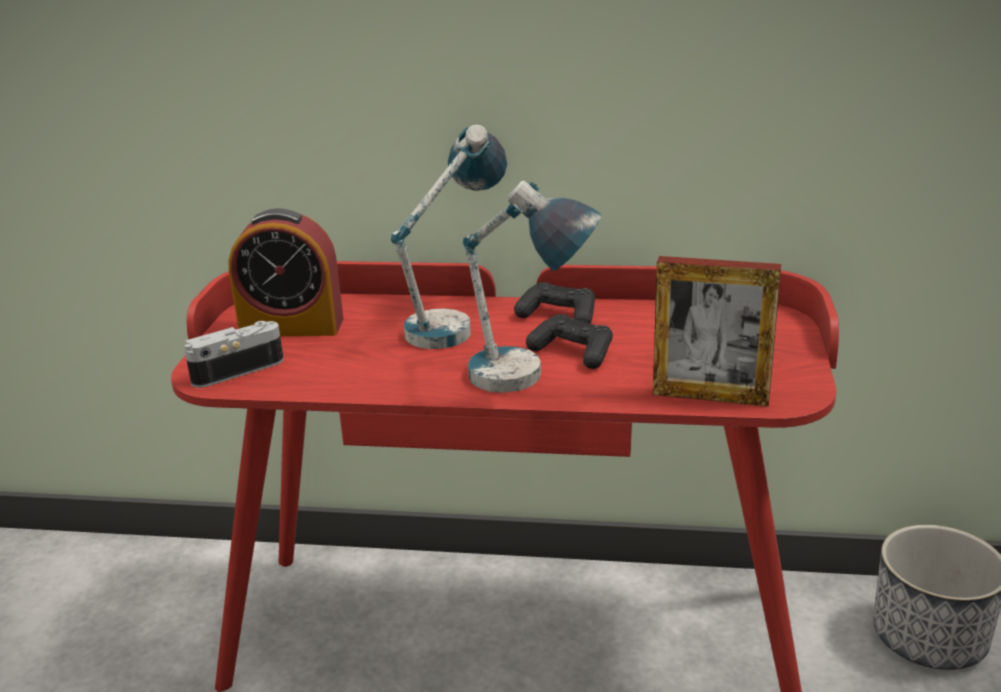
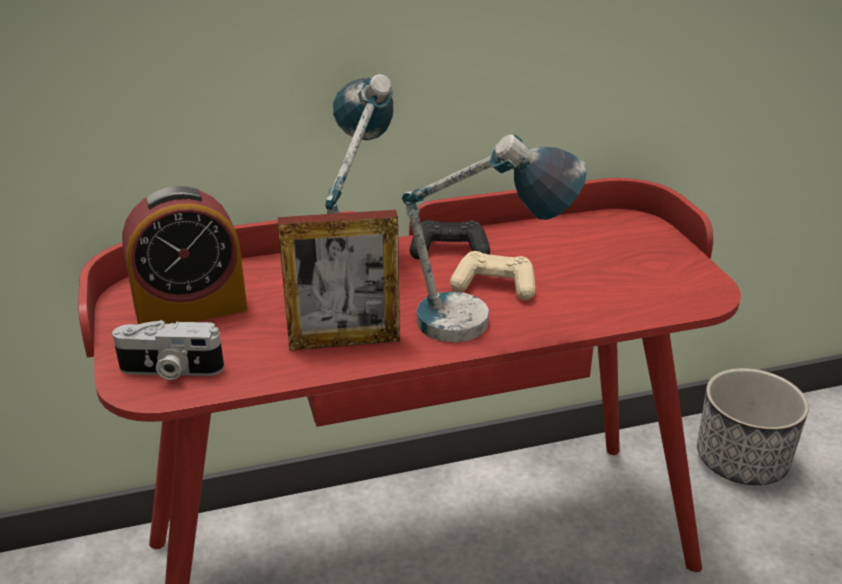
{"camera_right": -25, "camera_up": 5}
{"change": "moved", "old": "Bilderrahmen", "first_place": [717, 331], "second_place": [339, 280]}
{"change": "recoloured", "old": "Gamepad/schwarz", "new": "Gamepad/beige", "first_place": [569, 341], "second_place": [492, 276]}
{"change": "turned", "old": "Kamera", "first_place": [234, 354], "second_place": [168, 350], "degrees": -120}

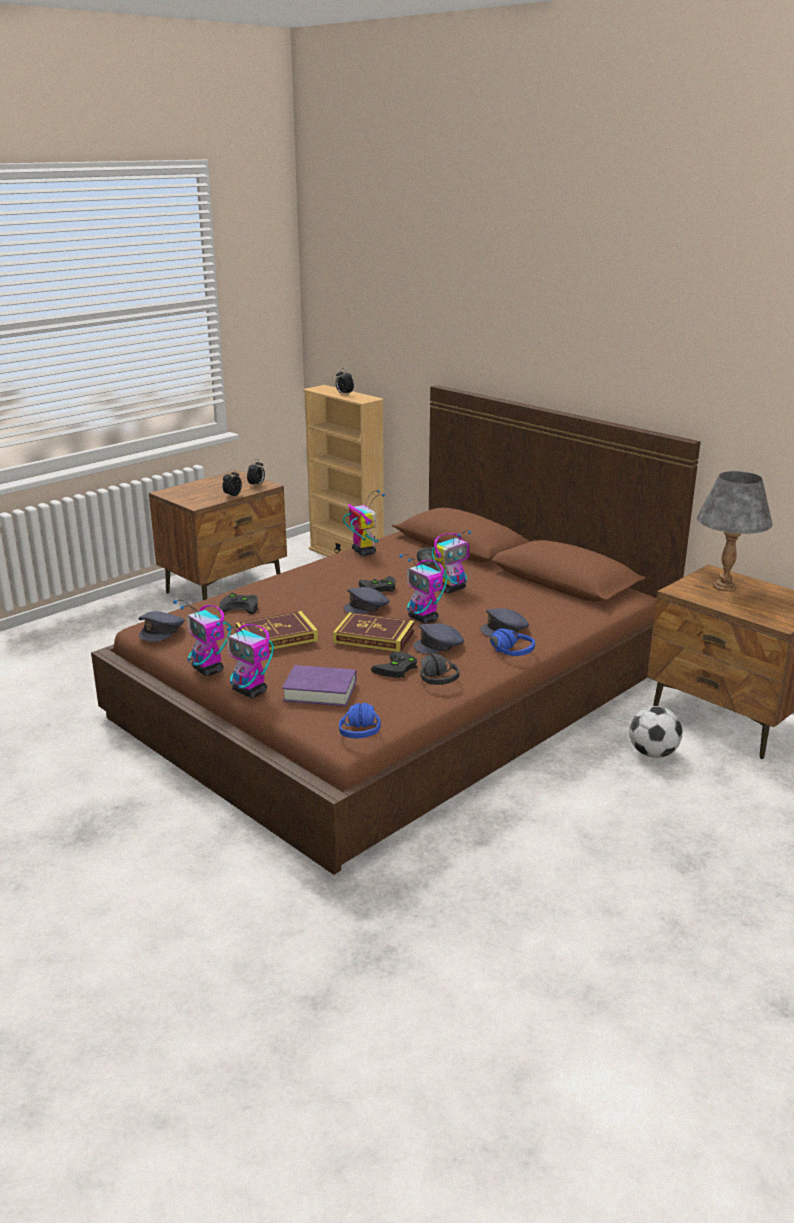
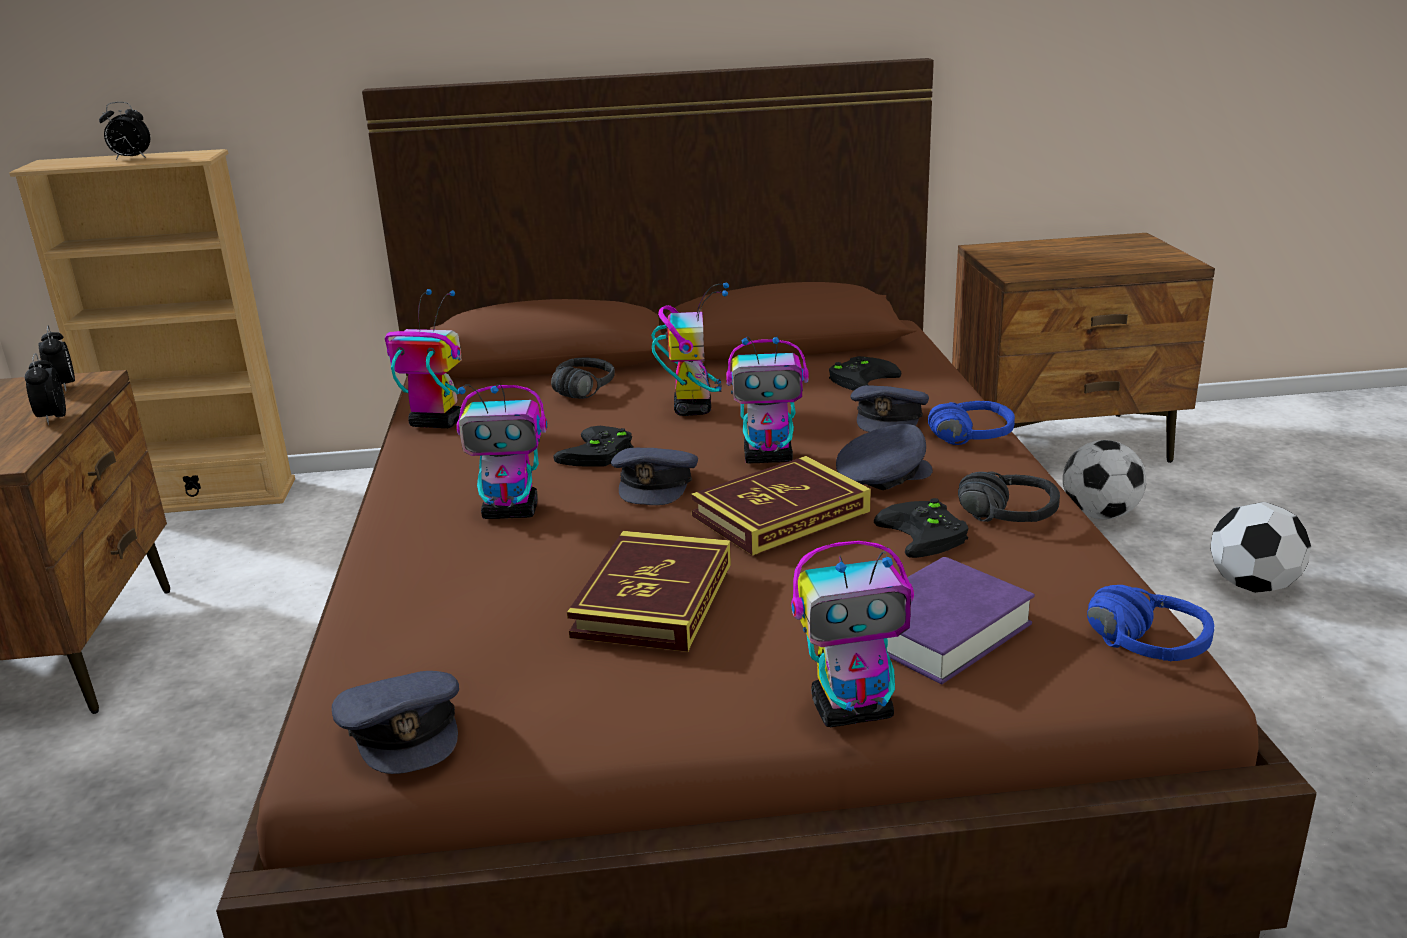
{"camera_right": -50, "camera_up": 0}
{"change": "removed", "old": "Tischlampe/grau", "first_place": [734, 531]}
{"change": "added", "new": "Fußball", "second_place": [1260, 547]}
{"change": "moved", "old": "Spielzeugroboter", "first_place": [202, 638], "second_place": [501, 451]}
{"change": "moved", "old": "Gamepad/schwarz", "first_place": [238, 603], "second_place": [865, 373]}
{"change": "turned", "old": "Kappe/grau", "first_place": [438, 638], "second_place": [884, 457], "degrees": -135}

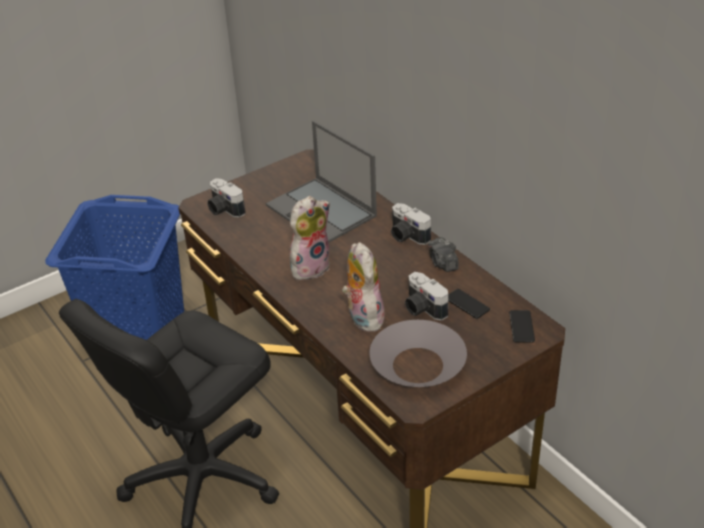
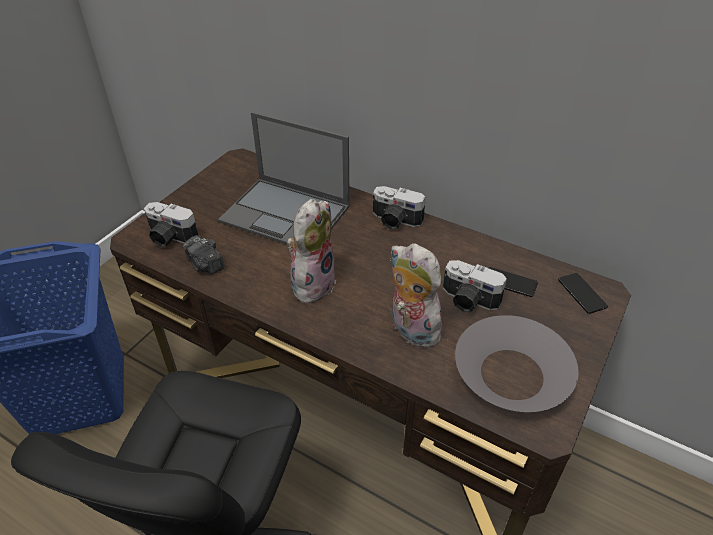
{"camera_right": -25, "camera_up": 5}
{"change": "moved", "old": "Kamera", "first_place": [443, 254], "second_place": [203, 254]}

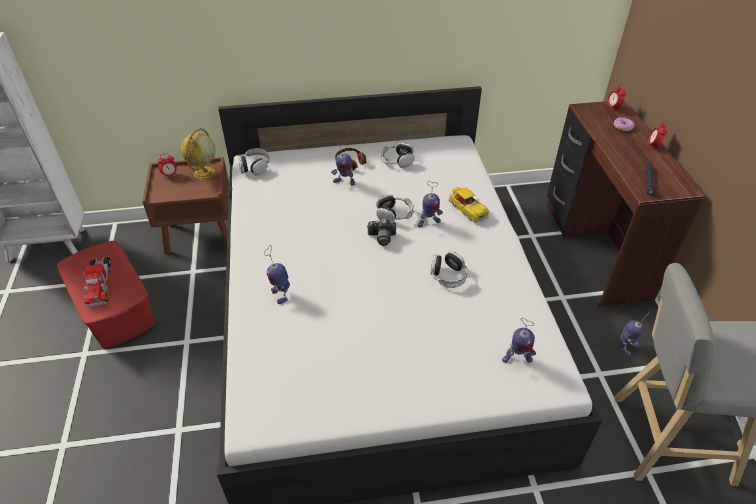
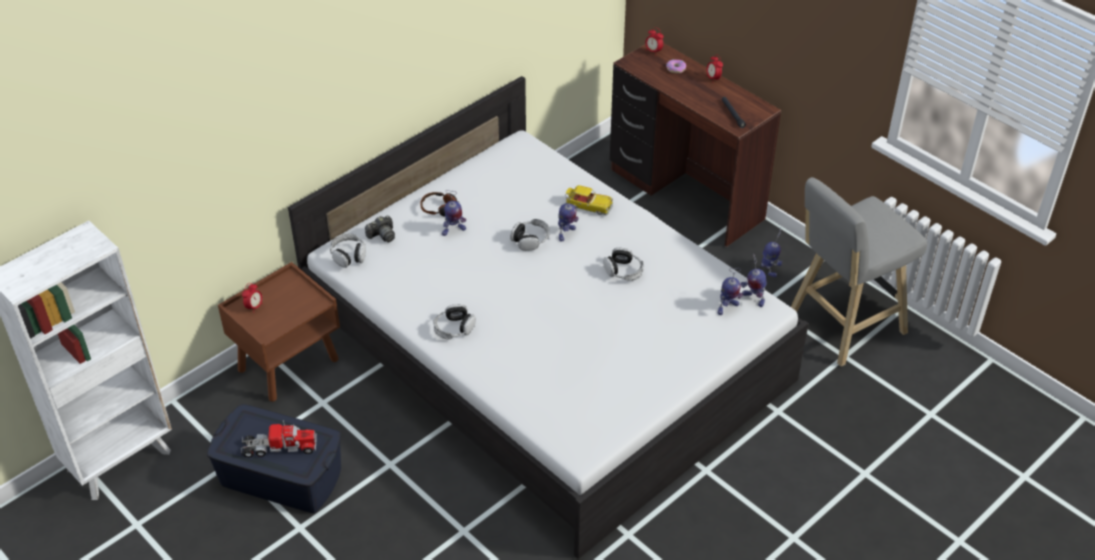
{"camera_right": -35, "camera_up": 0}
{"change": "removed", "old": "Globus", "first_place": [198, 154]}
{"change": "moved", "old": "Spielzeugroboter", "first_place": [277, 274], "second_place": [753, 280]}
{"change": "moved", "old": "Kamera", "first_place": [381, 232], "second_place": [380, 229]}
{"change": "moved", "old": "Kopfhörer", "first_place": [397, 155], "second_place": [455, 321]}
{"change": "recoloured", "old": "Aufbewahrungsbox/rot", "new": "Aufbewahrungsbox/blau", "first_place": [106, 294], "second_place": [274, 458]}
{"change": "turned", "old": "Spielzeuglaster", "first_place": [96, 281], "second_place": [279, 439], "degrees": -45}

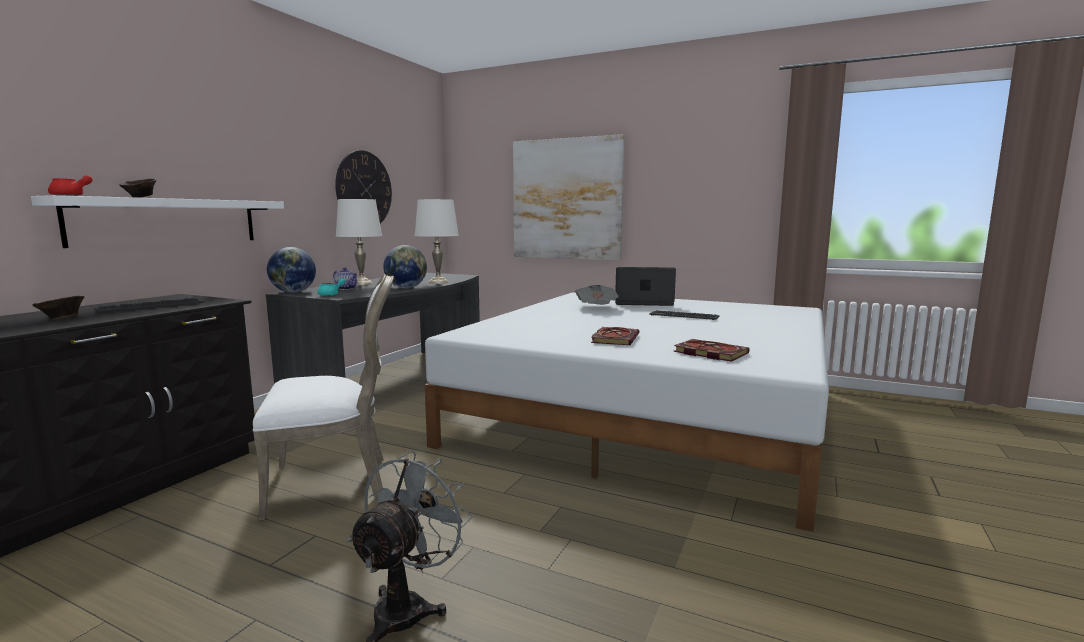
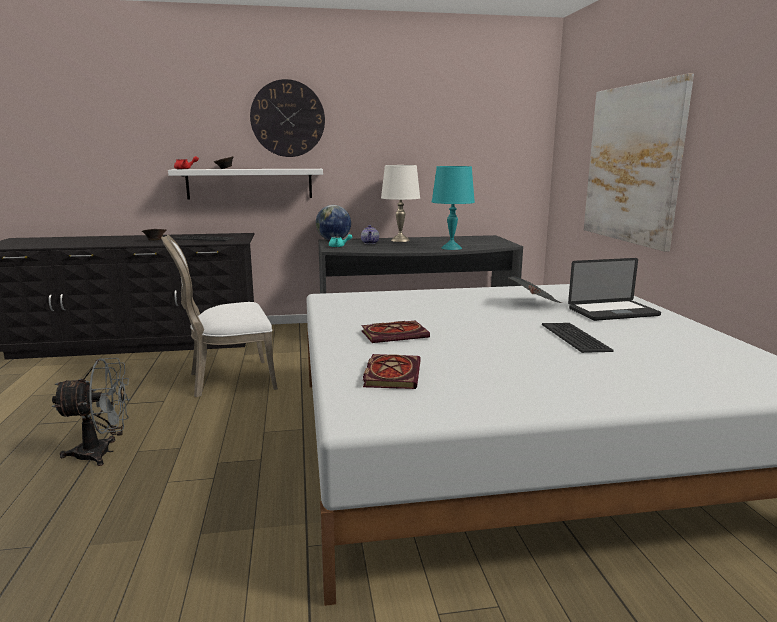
{"camera_right": 55, "camera_up": 5}
{"change": "removed", "old": "Globus", "first_place": [405, 266]}
{"change": "moved", "old": "Wanduhr", "first_place": [363, 186], "second_place": [287, 118]}
{"change": "recoloured", "old": "Tischlampe/weiß", "new": "Tischlampe/türkis", "first_place": [437, 241], "second_place": [453, 208]}
{"change": "turned", "old": "Stuhl/weiß", "first_place": [323, 397], "second_place": [219, 316], "degrees": 120}
{"change": "turned", "old": "Laptop", "first_place": [645, 286], "second_place": [614, 289], "degrees": 105}

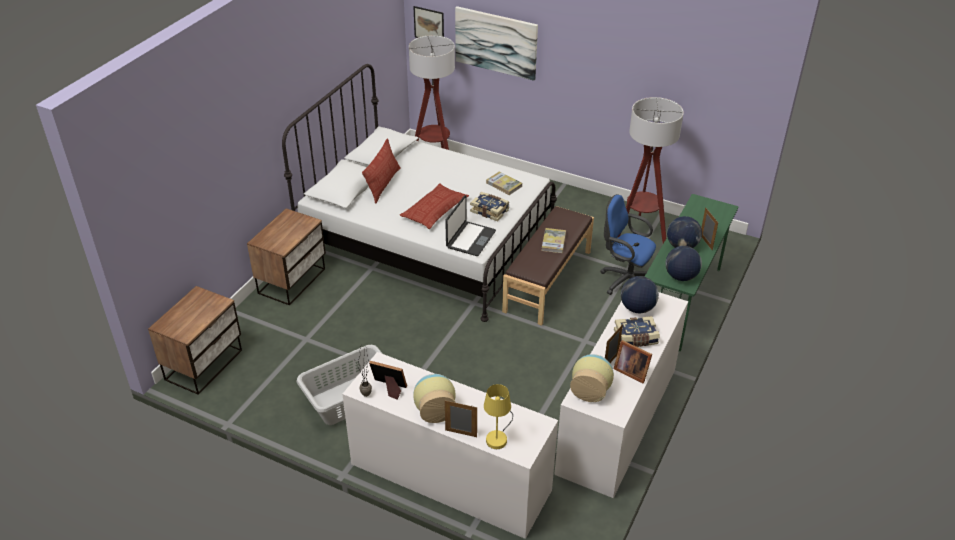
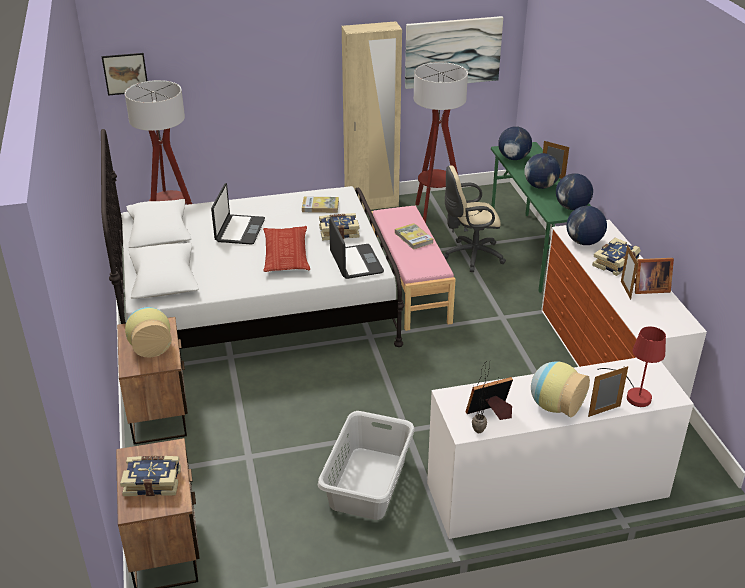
{"camera_right": -40, "camera_up": -5}
{"change": "removed", "old": "Kissen", "first_place": [381, 171]}
{"change": "added", "new": "Buch", "second_place": [150, 476]}
{"change": "added", "new": "Laptop", "second_place": [238, 214]}
{"change": "added", "new": "Kleiderschrank/beige", "second_place": [372, 115]}
{"change": "added", "new": "Globus", "second_place": [515, 143]}
{"change": "moved", "old": "Bild", "first_place": [496, 43], "second_place": [454, 52]}
{"change": "moved", "old": "Vase", "first_place": [592, 378], "second_place": [148, 332]}
{"change": "recoloured", "old": "Tischlampe/gelb", "new": "Tischlampe/rot", "first_place": [498, 416], "second_place": [631, 367]}
{"change": "recoloured", "old": "Bank/braun", "new": "Bank/rosa", "first_place": [548, 266], "second_place": [413, 268]}
{"change": "recoloured", "old": "Bürostuhl/blau", "new": "Bürostuhl/beige", "first_place": [628, 244], "second_place": [474, 218]}

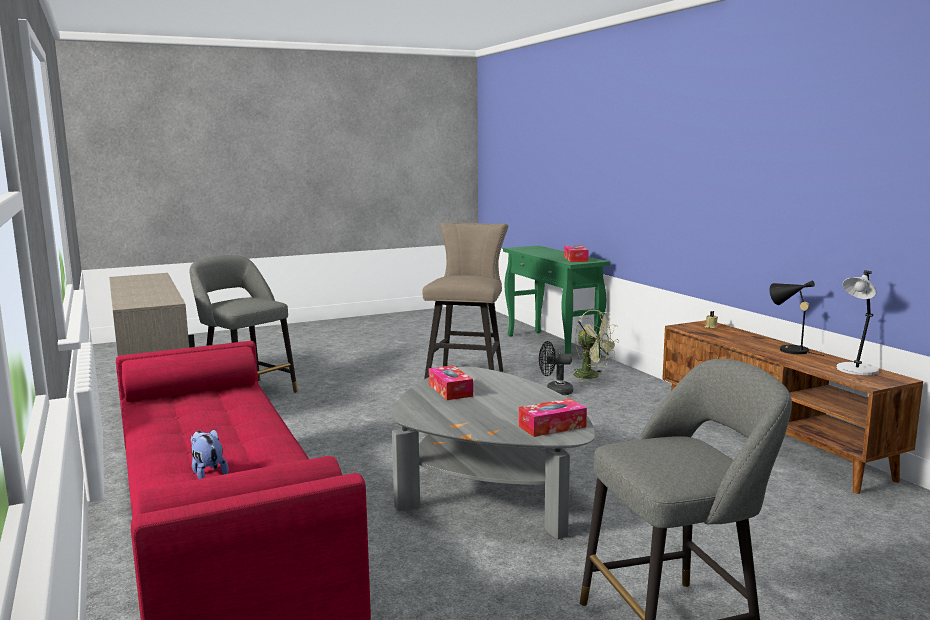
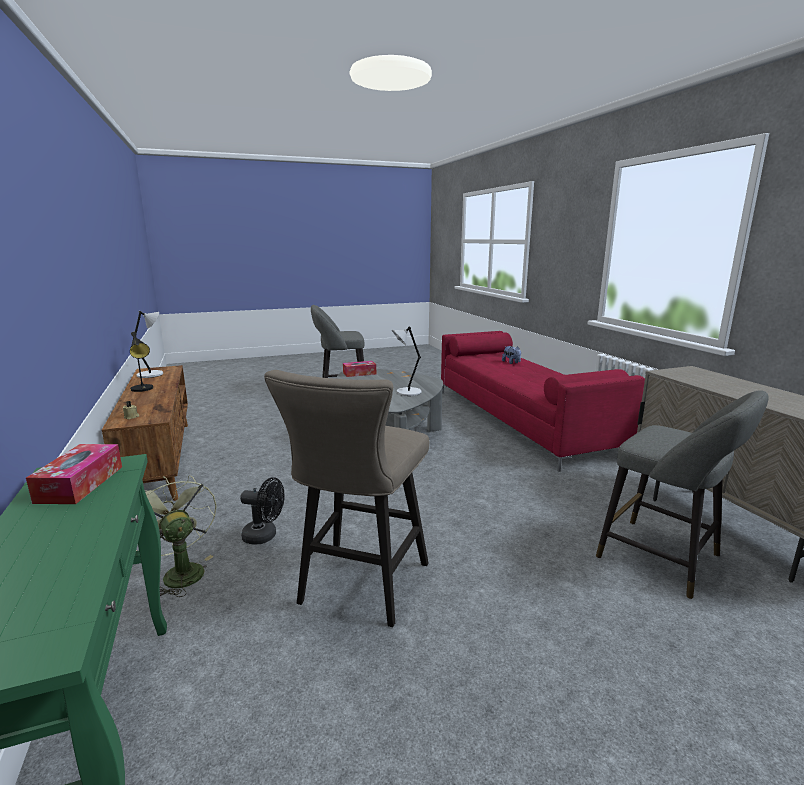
{"camera_right": -175, "camera_up": 5}
{"change": "replaced", "old": "Taschentuchbox", "new": "Tischlampe/grau", "first_place": [451, 382], "second_place": [407, 361]}

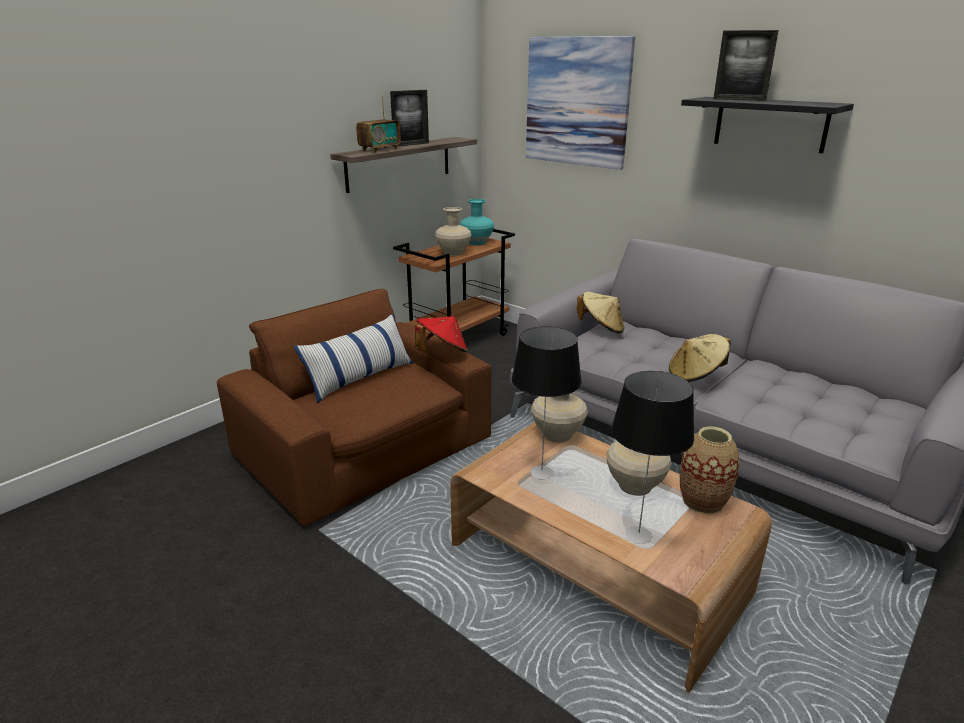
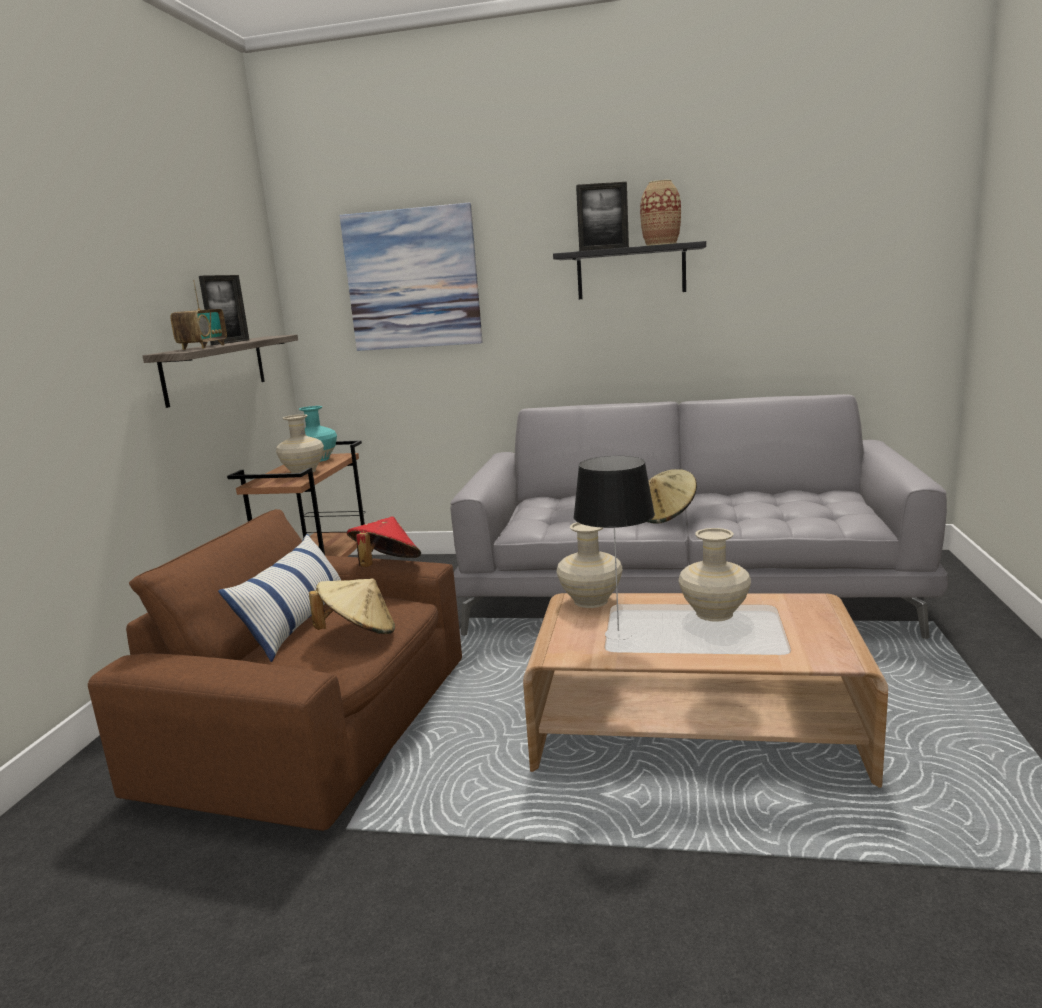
{"camera_right": -30, "camera_up": -10}
{"change": "removed", "old": "Tischlampe", "first_place": [652, 457]}
{"change": "moved", "old": "Hut/beige", "first_place": [600, 312], "second_place": [352, 606]}
{"change": "moved", "old": "Vase", "first_place": [710, 470], "second_place": [660, 213]}

